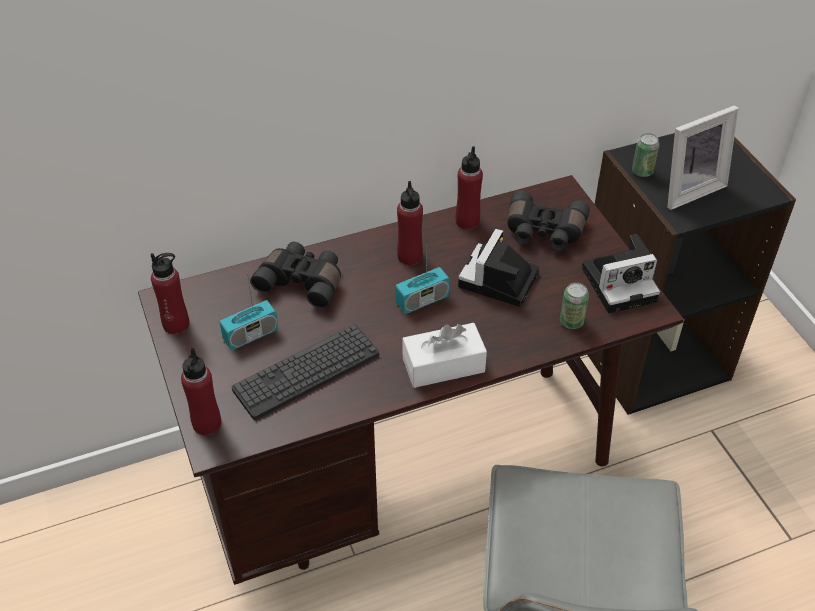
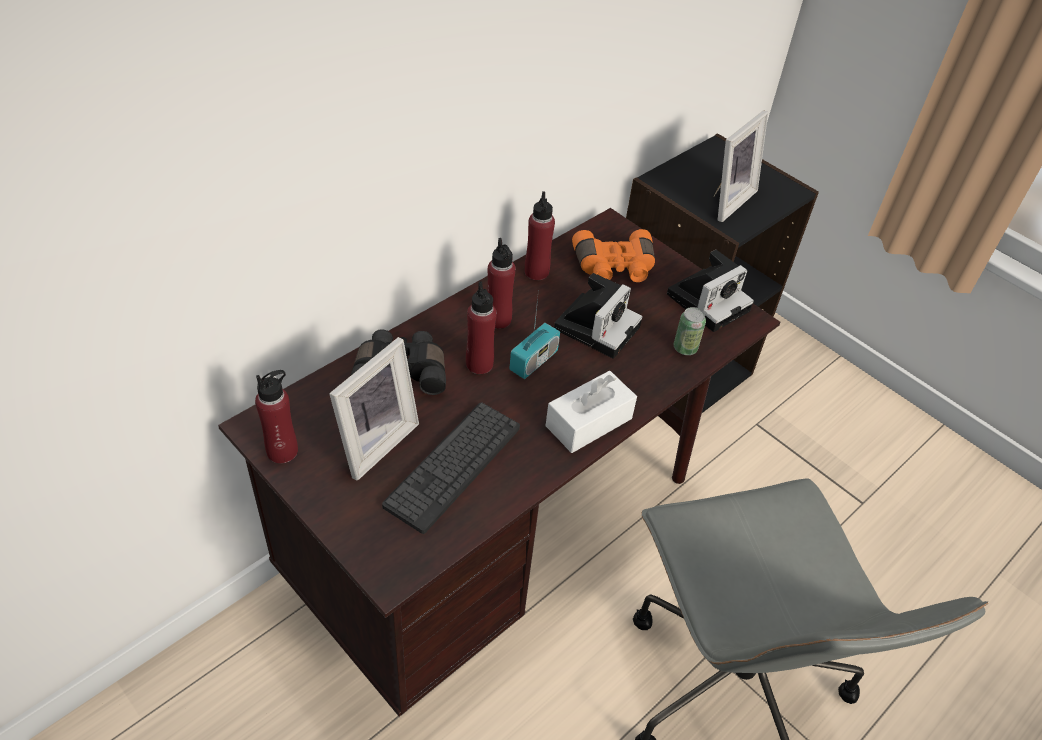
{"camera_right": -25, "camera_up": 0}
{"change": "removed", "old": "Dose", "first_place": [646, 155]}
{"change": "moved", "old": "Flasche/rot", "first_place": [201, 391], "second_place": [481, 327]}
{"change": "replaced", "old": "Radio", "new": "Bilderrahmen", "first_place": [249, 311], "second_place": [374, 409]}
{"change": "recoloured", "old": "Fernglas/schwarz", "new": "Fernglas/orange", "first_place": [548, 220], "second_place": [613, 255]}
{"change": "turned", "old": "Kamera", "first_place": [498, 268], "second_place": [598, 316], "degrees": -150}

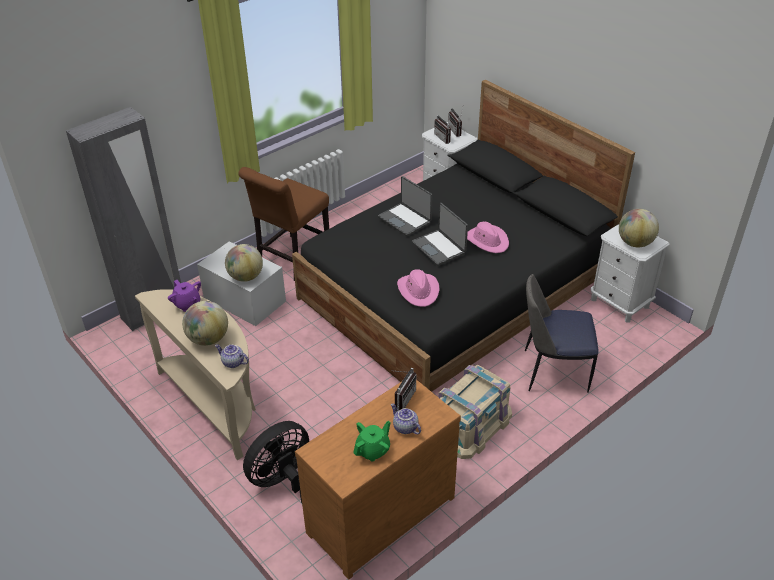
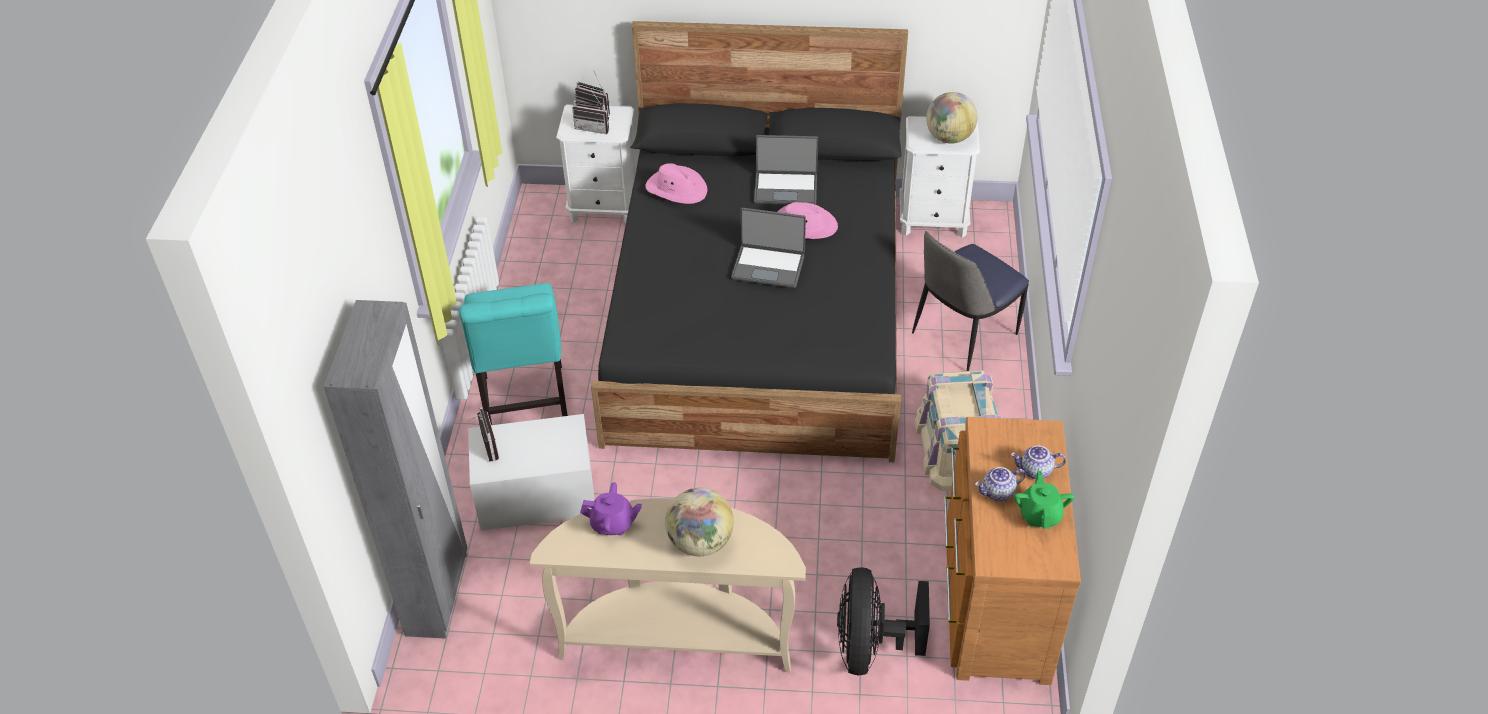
{"camera_right": -45, "camera_up": 5}
{"change": "removed", "old": "Globus", "first_place": [244, 263]}
{"change": "moved", "old": "Teekanne", "first_place": [232, 356], "second_place": [1000, 484]}
{"change": "moved", "old": "Laptop", "first_place": [405, 206], "second_place": [786, 170]}
{"change": "moved", "old": "Radio", "first_place": [405, 389], "second_place": [484, 434]}
{"change": "moved", "old": "Hut/rosa", "first_place": [418, 288], "second_place": [676, 183]}
{"change": "recoloured", "old": "Stuhl/braun", "new": "Stuhl/türkis", "first_place": [283, 224], "second_place": [513, 354]}

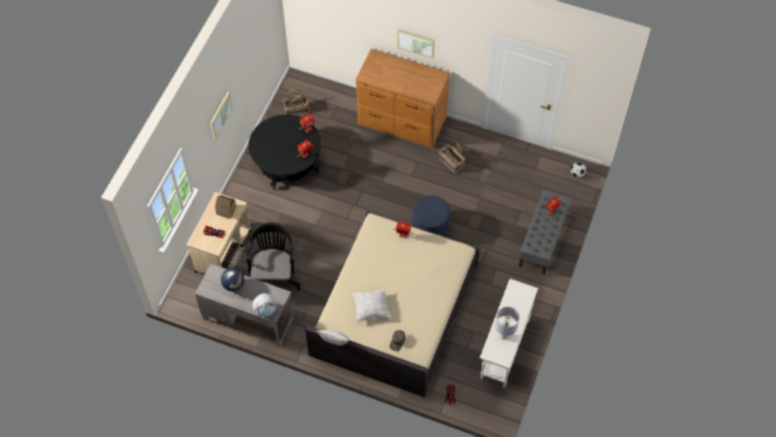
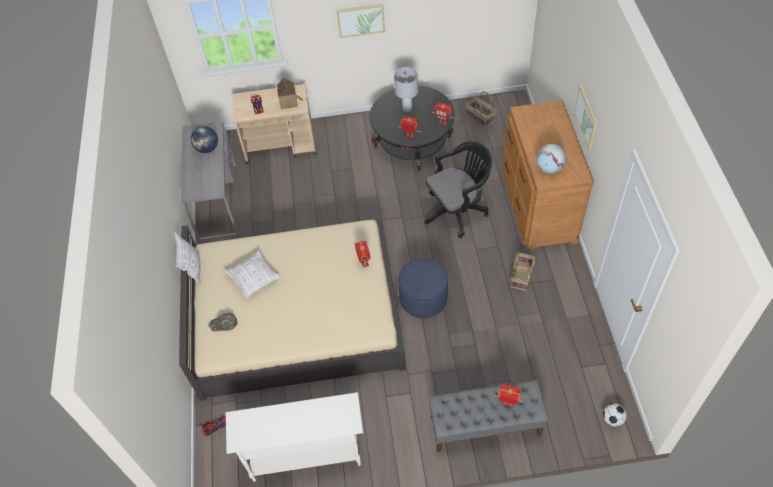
{"camera_right": 65, "camera_up": -5}
{"change": "moved", "old": "Bürostuhl/schwarz", "first_place": [274, 256], "second_place": [458, 189]}
{"change": "moved", "old": "Globus", "first_place": [264, 305], "second_place": [551, 158]}
{"change": "moved", "old": "Tischlampe/grau", "first_place": [507, 323], "second_place": [406, 89]}

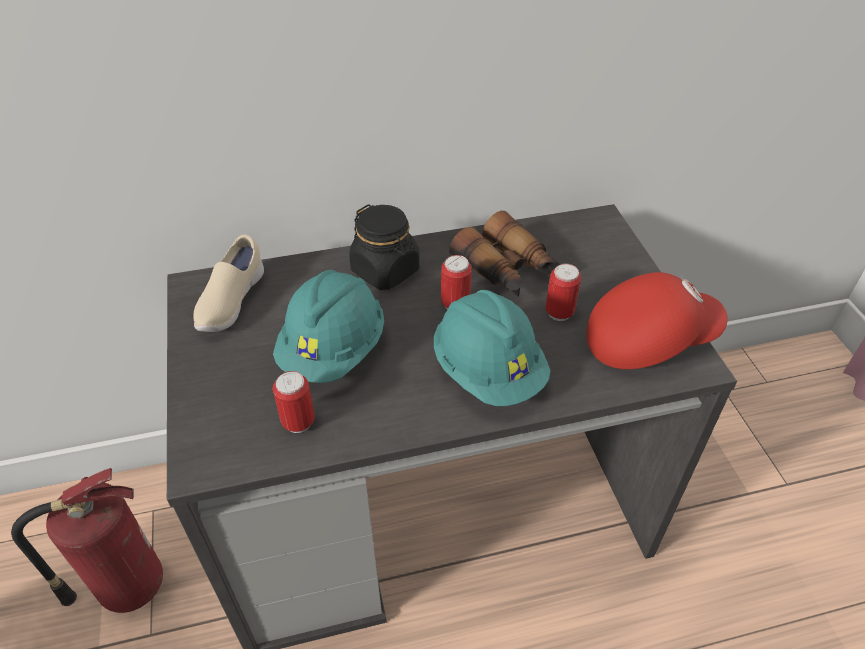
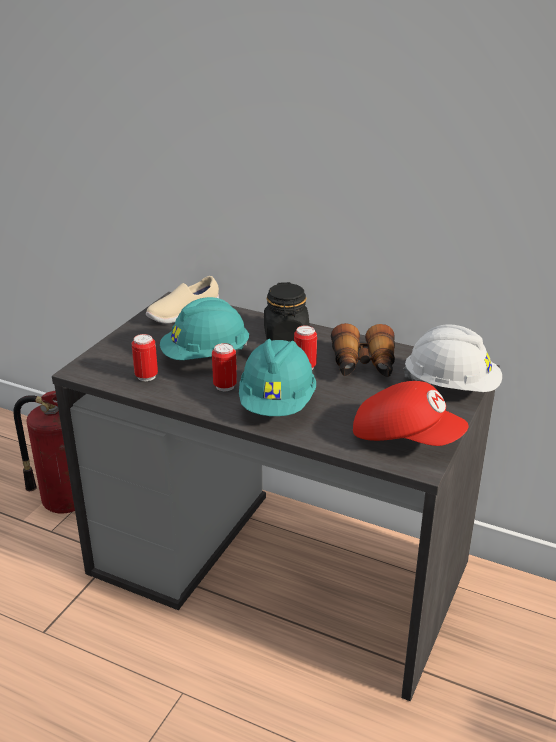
{"camera_right": 40, "camera_up": -15}
{"change": "added", "new": "Schutzhelm/weiß", "second_place": [452, 358]}
{"change": "moved", "old": "Dose", "first_place": [563, 292], "second_place": [224, 367]}

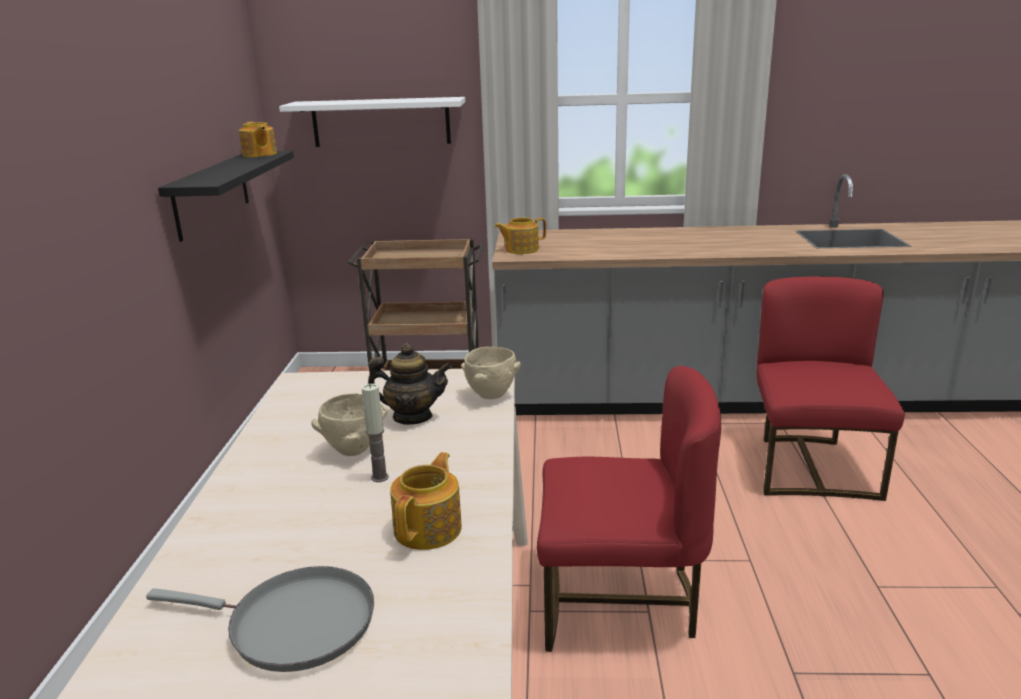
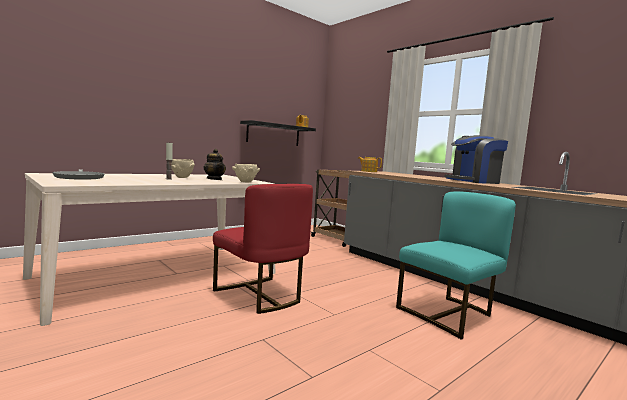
{"camera_right": 45, "camera_up": -15}
{"change": "removed", "old": "Wandregal/weiß", "first_place": [372, 122]}
{"change": "removed", "old": "Teekanne", "first_place": [426, 501]}
{"change": "added", "new": "Kaffeemaschine", "second_place": [476, 159]}
{"change": "recoloured", "old": "Stuhl/rot", "new": "Stuhl/türkis", "first_place": [830, 389], "second_place": [456, 265]}

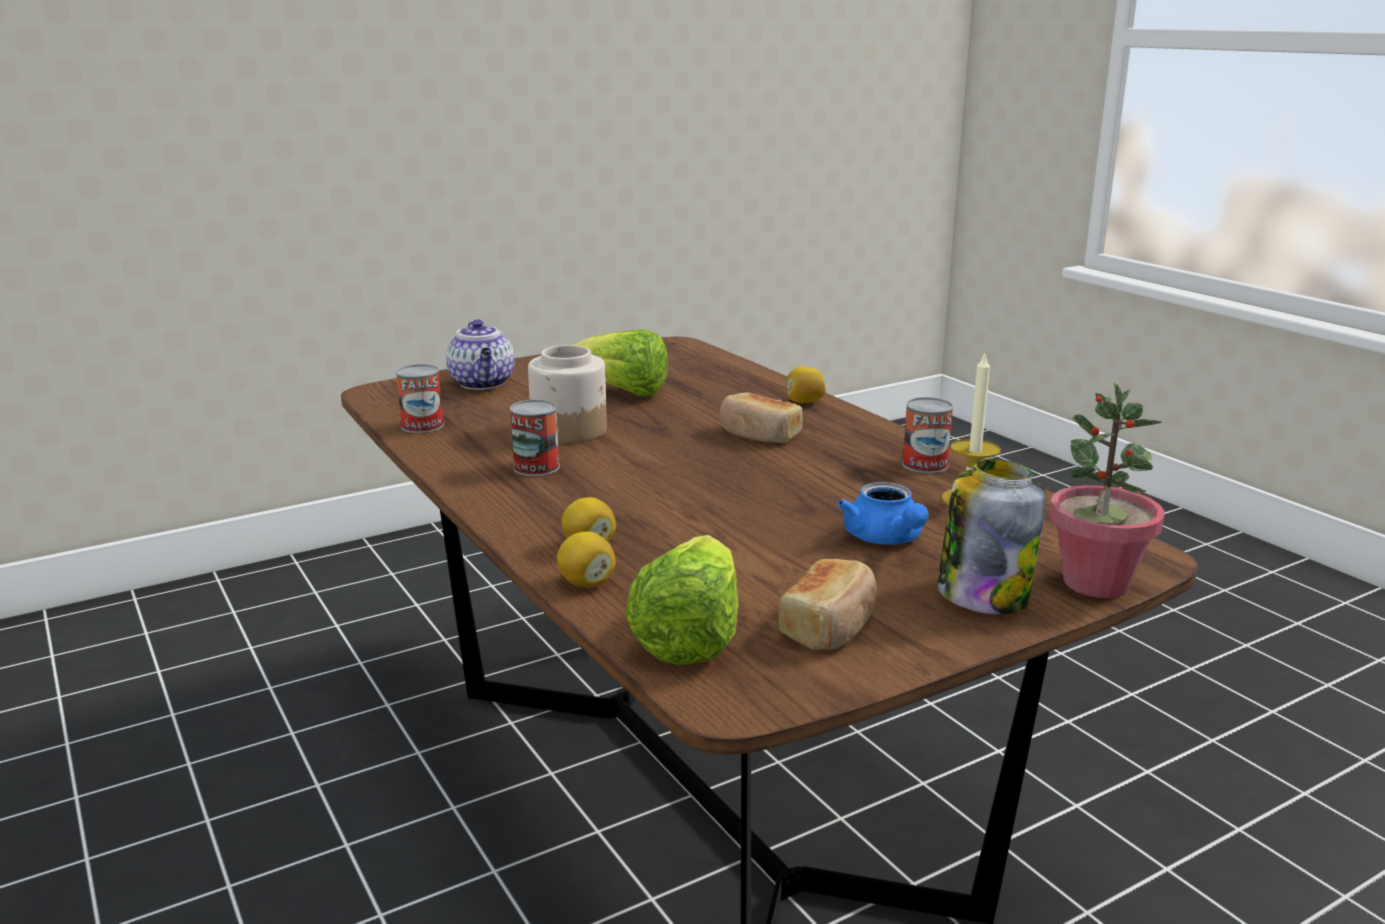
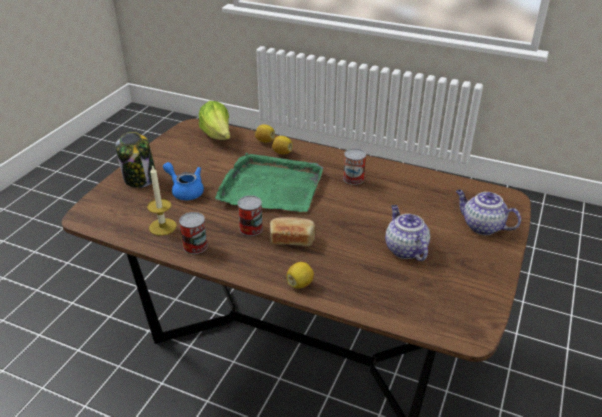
{"camera_right": 145, "camera_up": 15}
{"change": "removed", "old": "Vorratsglas", "first_place": [567, 394]}
{"change": "removed", "old": "Brot", "first_place": [828, 604]}
{"change": "removed", "old": "Topfpflanze", "first_place": [1107, 490]}
{"change": "added", "new": "Tablett/grün", "second_place": [269, 182]}
{"change": "moved", "old": "Dose", "first_place": [420, 398], "second_place": [250, 215]}
{"change": "replaced", "old": "Salatkopf", "new": "Teekanne", "first_place": [620, 362], "second_place": [407, 233]}

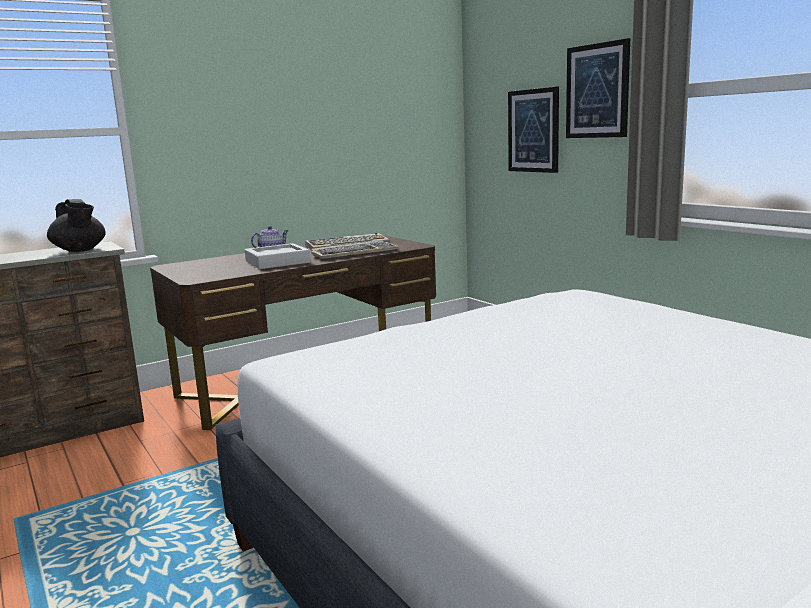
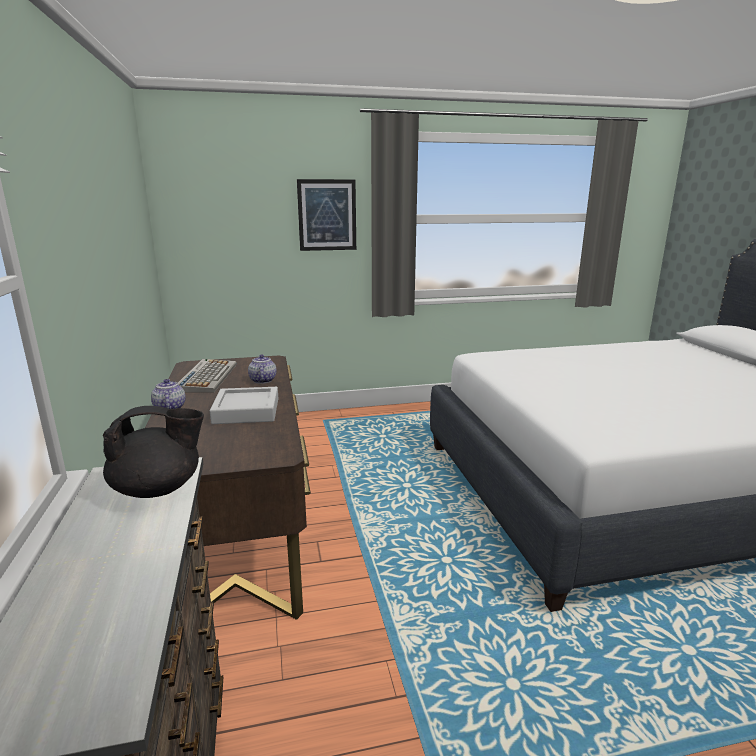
{"camera_right": -70, "camera_up": 5}
{"change": "removed", "old": "Bild", "first_place": [533, 130]}
{"change": "replaced", "old": "Tastatur", "new": "Teekanne", "first_place": [355, 249], "second_place": [262, 369]}

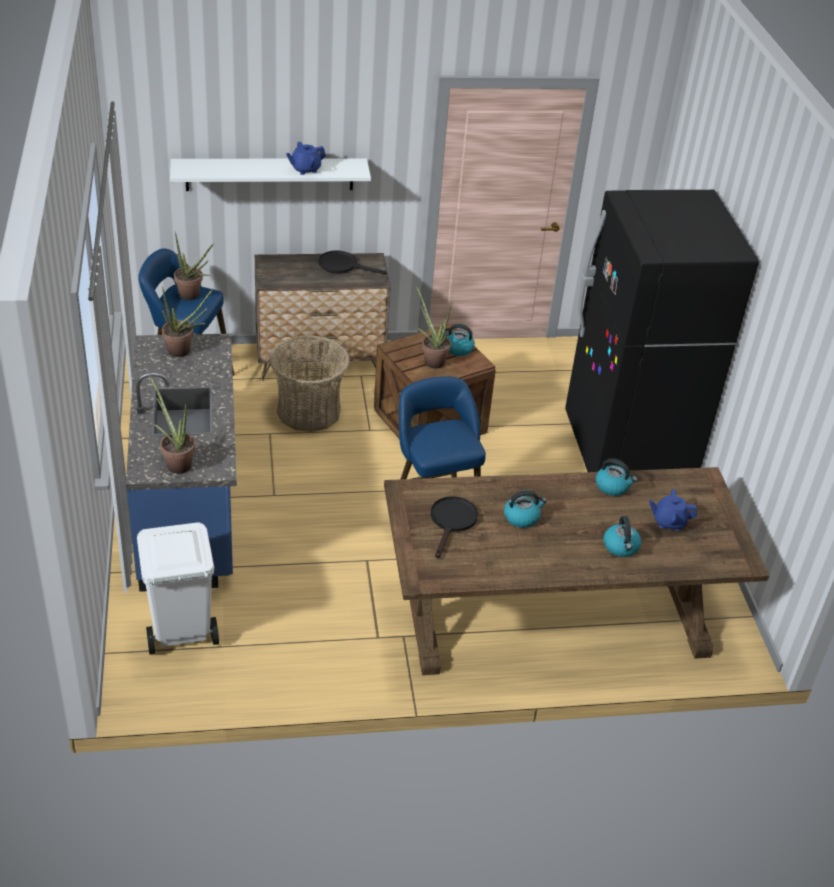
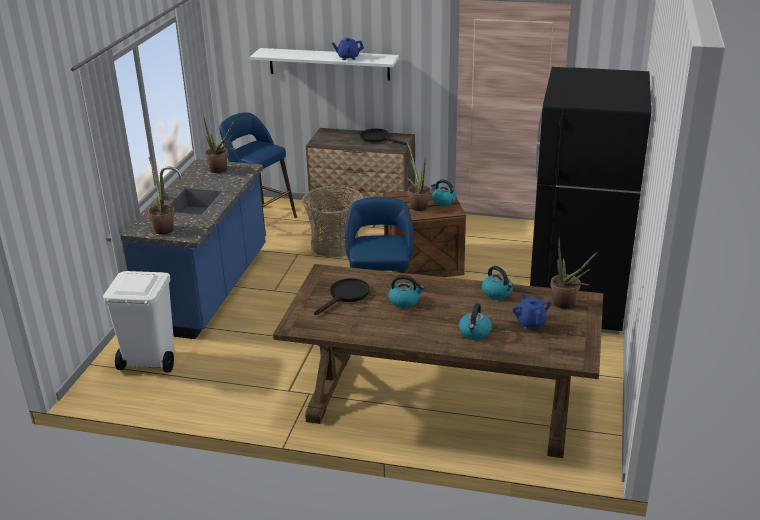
{"camera_right": 25, "camera_up": -10}
{"change": "moved", "old": "Topfpflanze", "first_place": [194, 265], "second_place": [574, 273]}
{"change": "turned", "old": "Teekanne/blau", "first_place": [673, 510], "second_place": [531, 311], "degrees": 45}

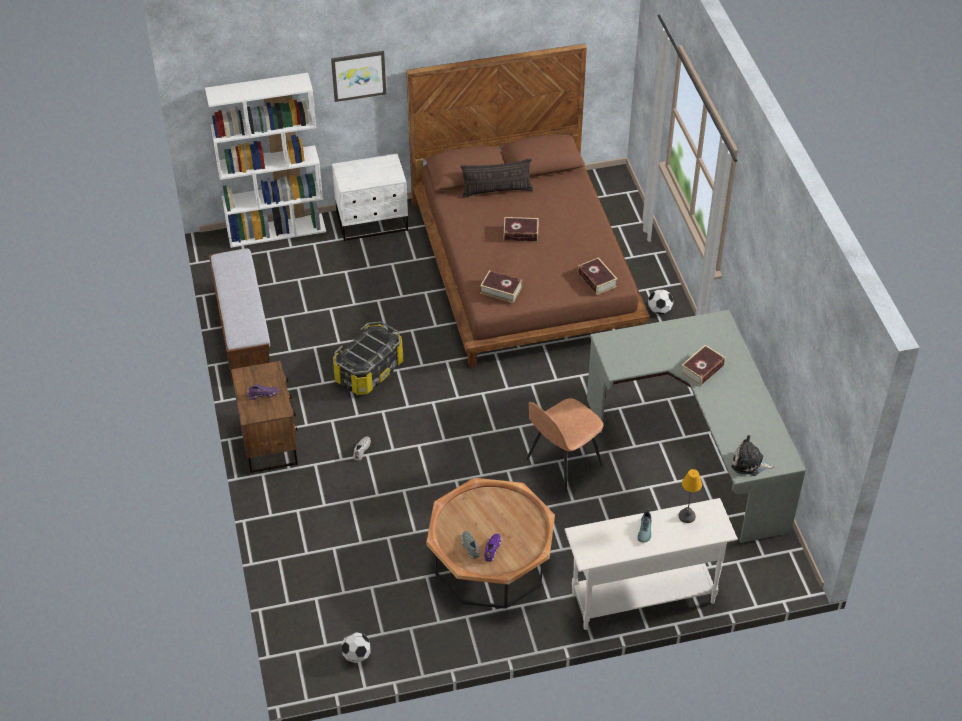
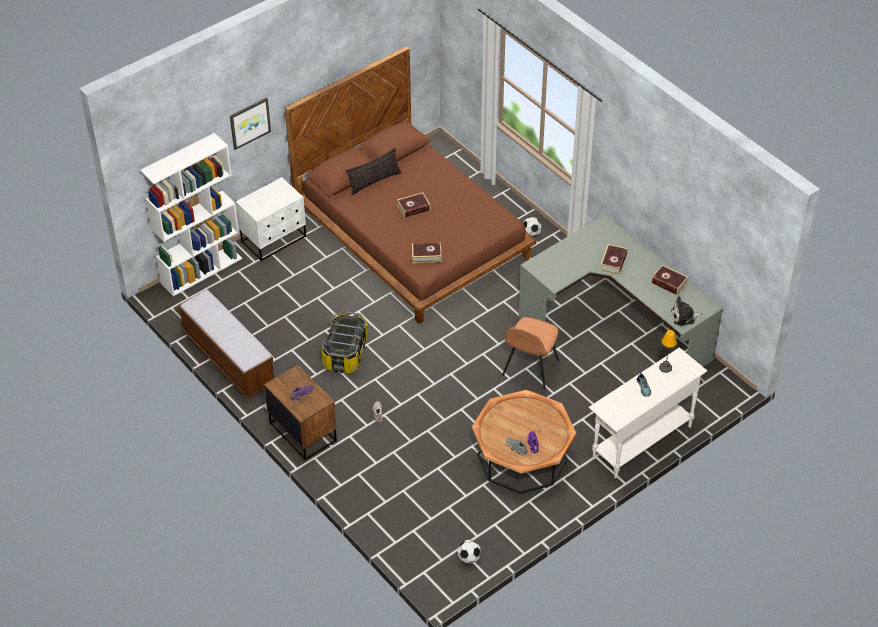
{"camera_right": -25, "camera_up": 0}
{"change": "moved", "old": "Buch", "first_place": [597, 276], "second_place": [669, 280]}

